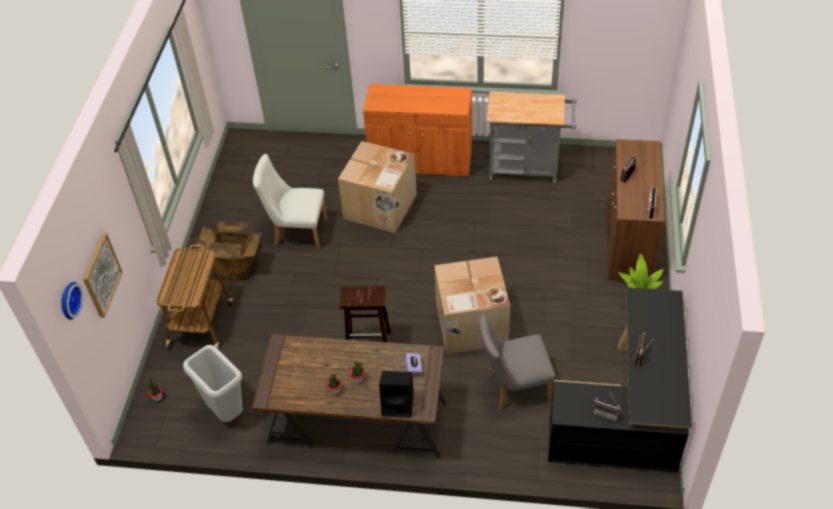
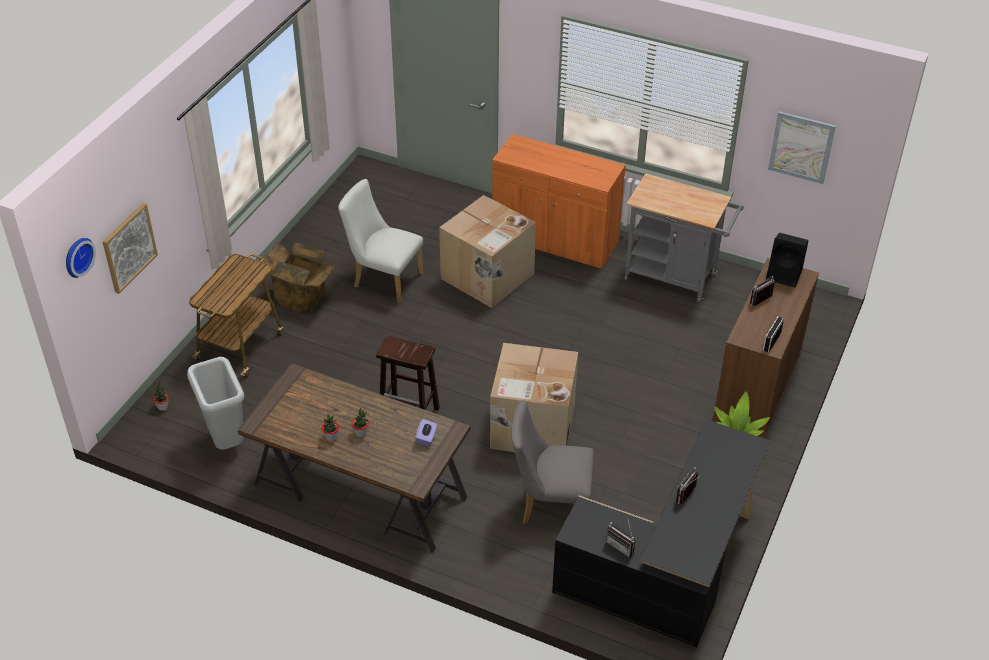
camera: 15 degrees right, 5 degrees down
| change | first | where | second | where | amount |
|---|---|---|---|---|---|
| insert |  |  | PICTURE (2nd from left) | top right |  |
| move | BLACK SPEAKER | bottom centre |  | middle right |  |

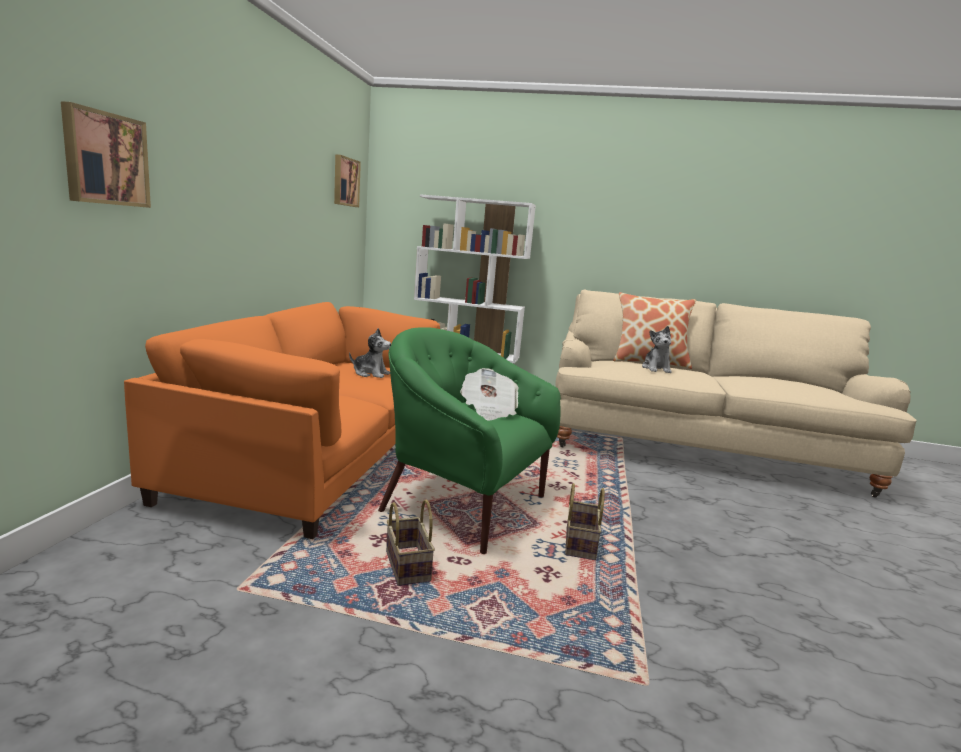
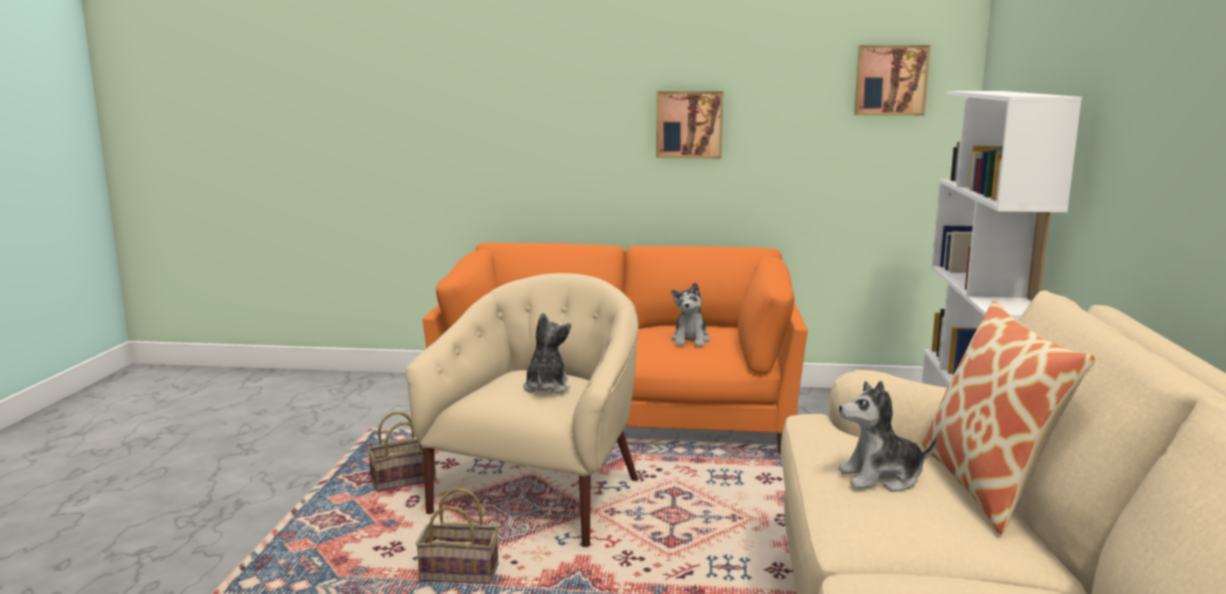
camera: 85 degrees right, 0 degrees up
| change | first | where | second | where | amount |
|---|---|---|---|---|---|
| move | PICTURE (1st from left) | top left |  | top centre |  |
| replace | NEWSPAPER | centre | PLUSH TOY (1st from left) | centre |  |
| recolor | GREEN ARMCHAIR | centre | BEIGE ARMCHAIR | bottom centre |  |

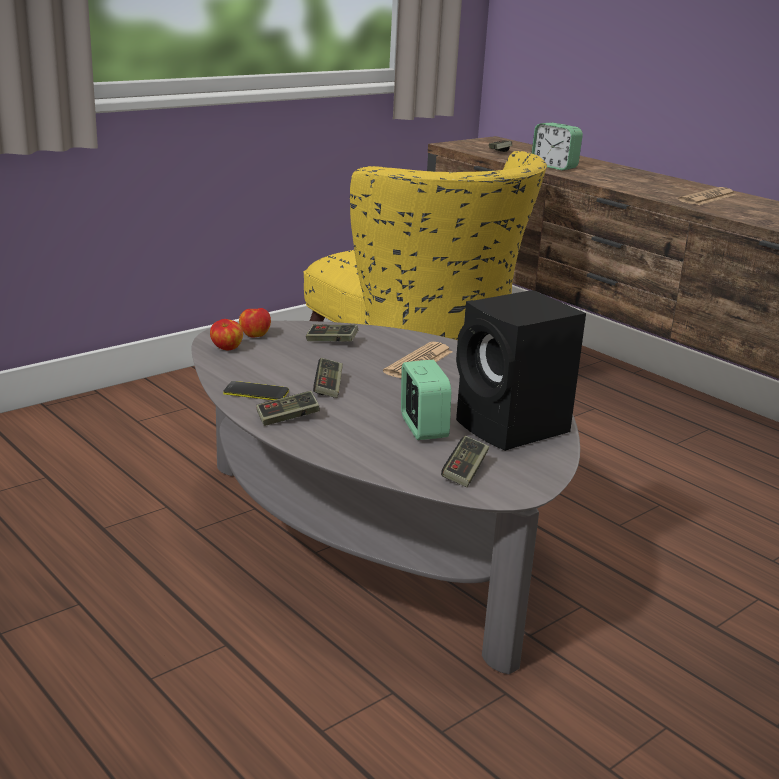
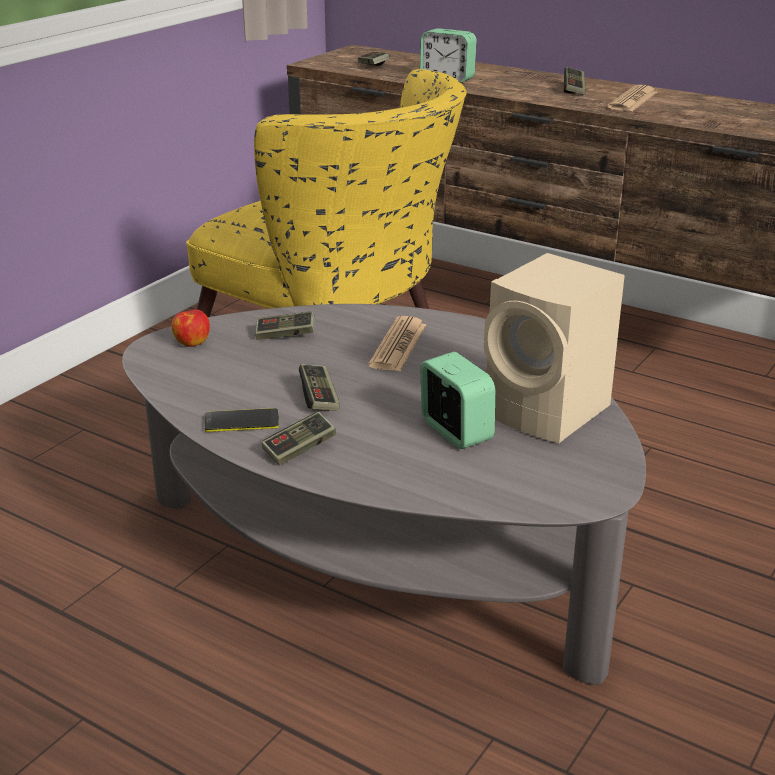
camera: 15 degrees left, 5 degrees up
| change | first | where | second | where | amount |
|---|---|---|---|---|---|
| delete | APPLE (1st from left) | middle left |  |  |  |
| move | GAME CONTROLLER (4th from left in the first image) | centre | GAME CONTROLLER (5th from left) | top right |  |
| recolor | BLACK SPEAKER | middle right | BEIGE SPEAKER | middle right |  |

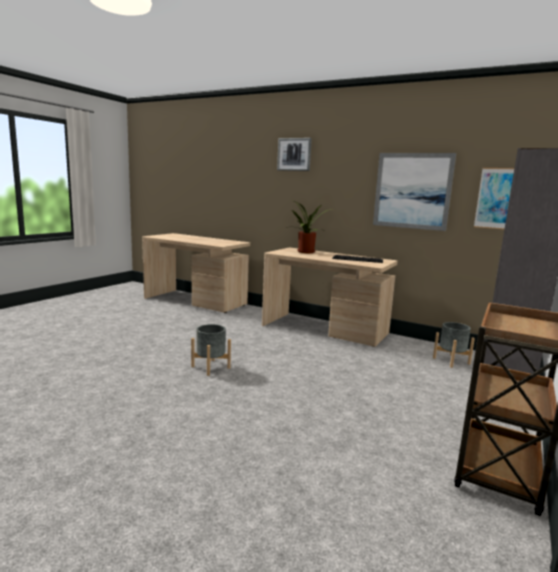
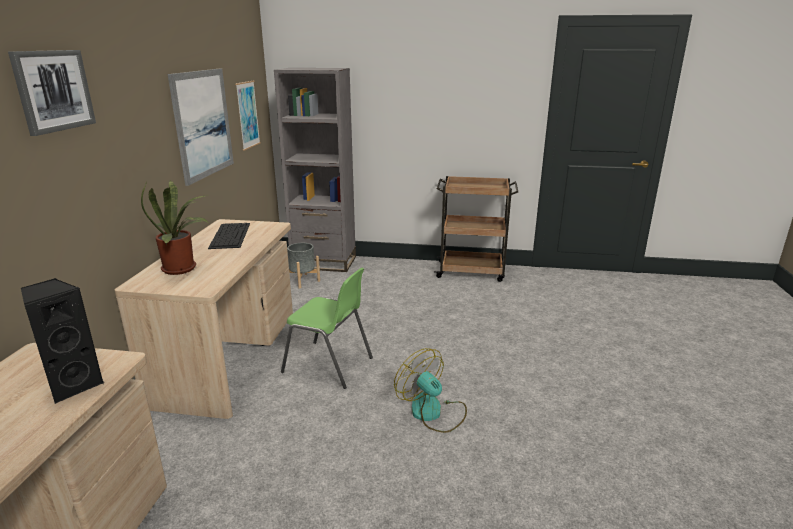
camera: 110 degrees left, 10 degrees up
| change | first | where | second | where | amount |
|---|---|---|---|---|---|
| insert |  |  | BLACK SPEAKER | middle left |  |
| insert |  |  | GREEN CHAIR | centre |  |
| replace | GREY PLANTER (1st from left) | centre | FAN | bottom centre |  |

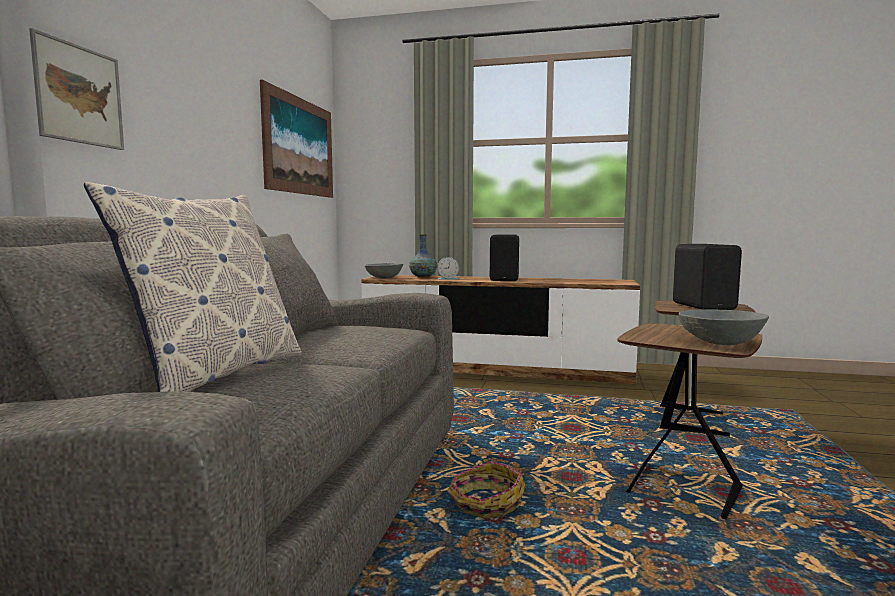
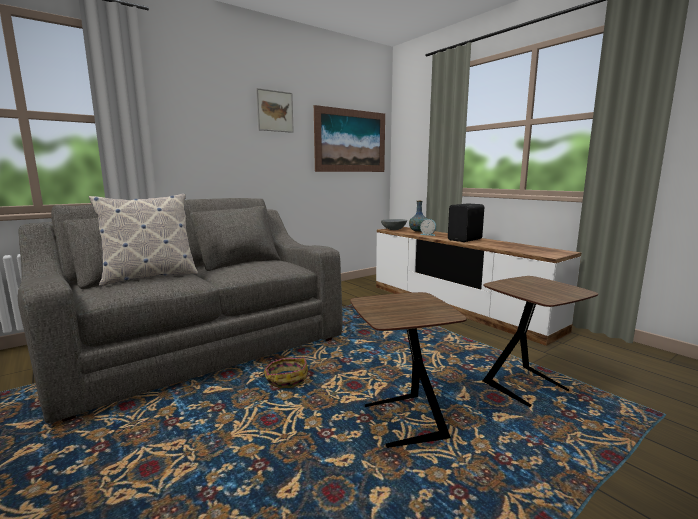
camera: 40 degrees right, 5 degrees up
| change | first | where | second | where | amount |
|---|---|---|---|---|---|
| delete | BLACK SPEAKER (2nd from left) | middle right |  |  |  |
| delete | GREY BOWL (2nd from left) | middle right |  |  |  |
| move | PICTURE (1st from left) | top left |  | top centre |  |

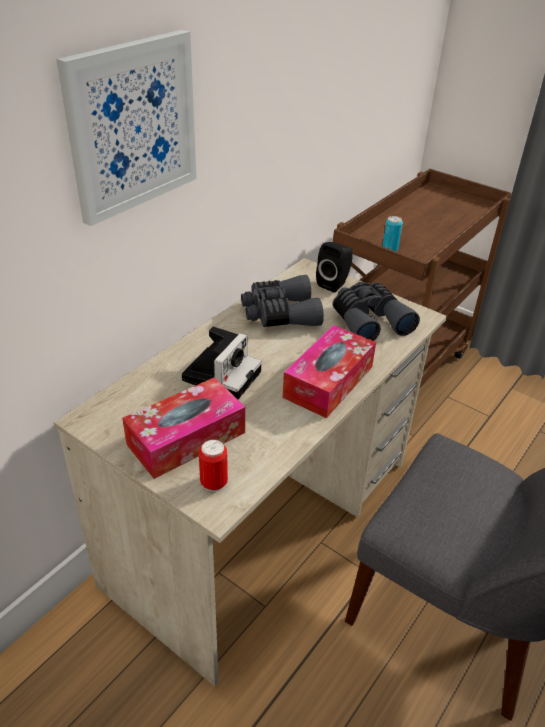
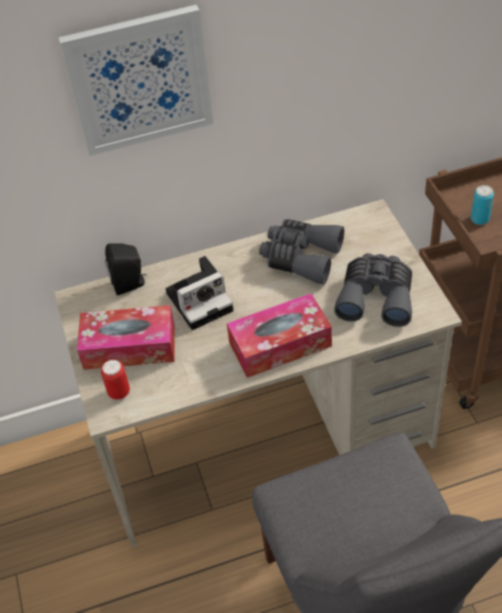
camera: 40 degrees right, 10 degrees up
| change | first | where | second | where | amount |
|---|---|---|---|---|---|
| move | BLACK SPEAKER | centre |  | middle left |  |

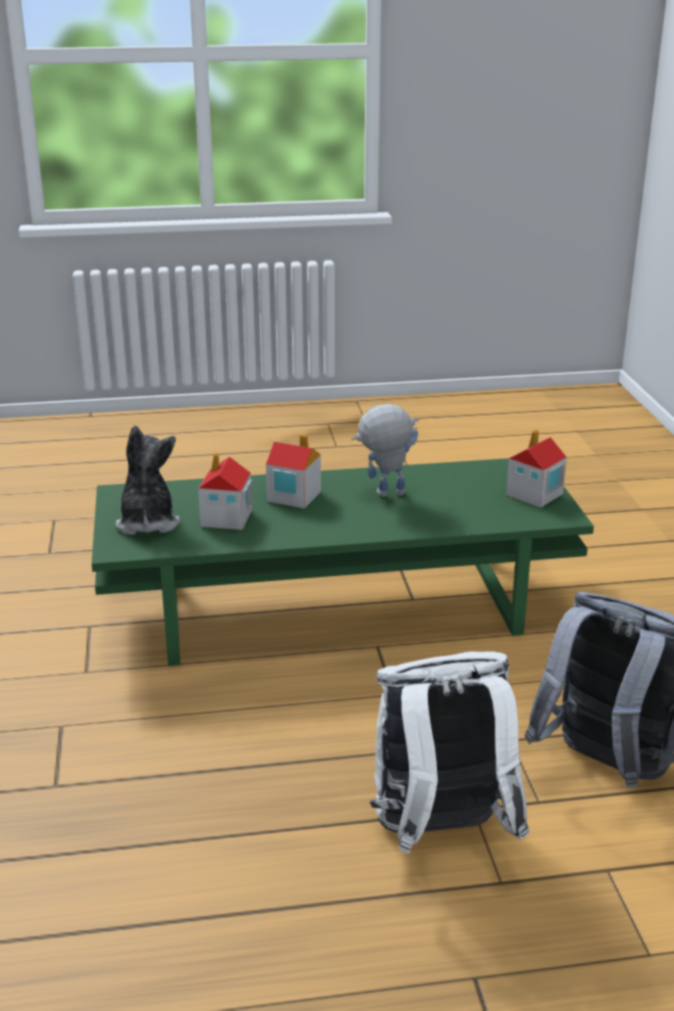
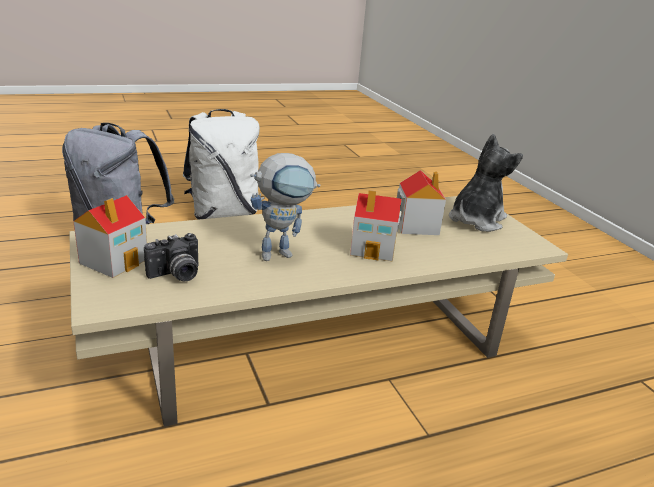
camera: 165 degrees right, 0 degrees up
| change | first | where | second | where | amount |
|---|---|---|---|---|---|
| insert |  |  | PHOTO CAMERA | middle left |  |
| recolor | GREEN COFFEE TABLE | centre | BEIGE COFFEE TABLE | centre |  |
| rotate | PLUSH TOY | middle left |  | middle right | 120 degrees counterclockwise |

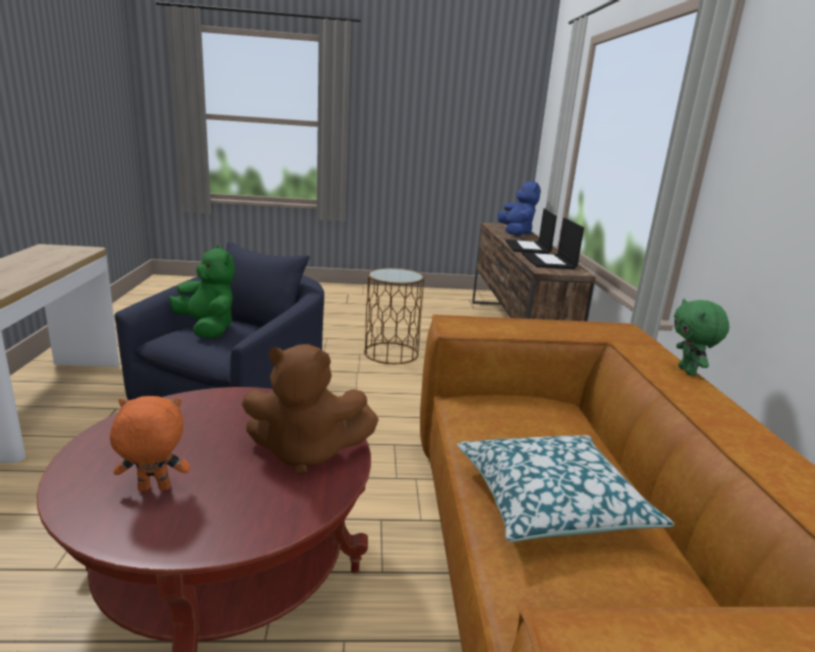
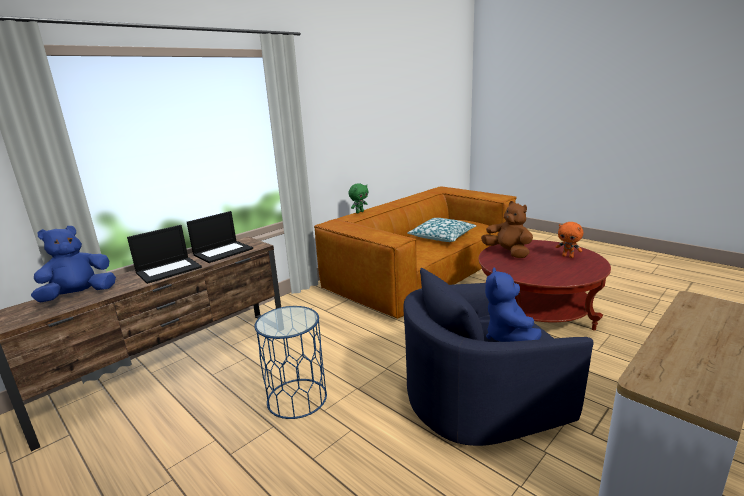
camera: 130 degrees left, 0 degrees up
| change | first | where | second | where | amount |
|---|---|---|---|---|---|
| recolor | GREEN PLUSH TOY (1st from left) | middle left | BLUE PLUSH TOY (2nd from left) | middle right |  |
| recolor | BROWN SIDE TABLE | centre | BLUE SIDE TABLE | bottom centre |  |

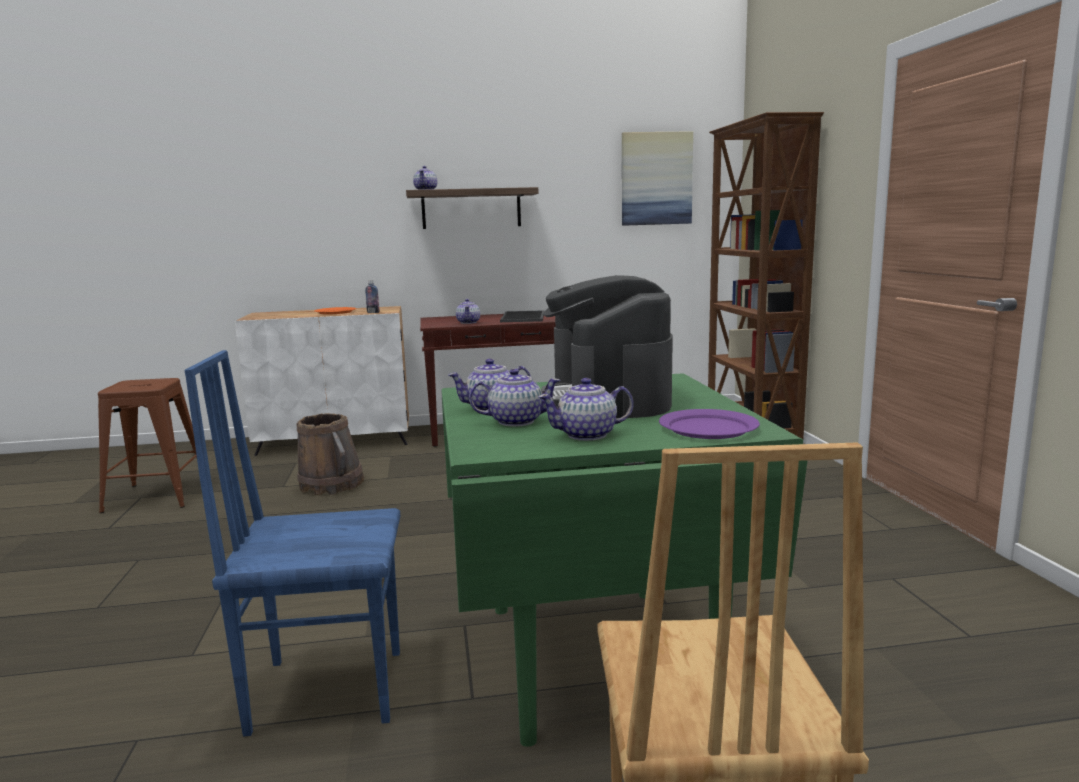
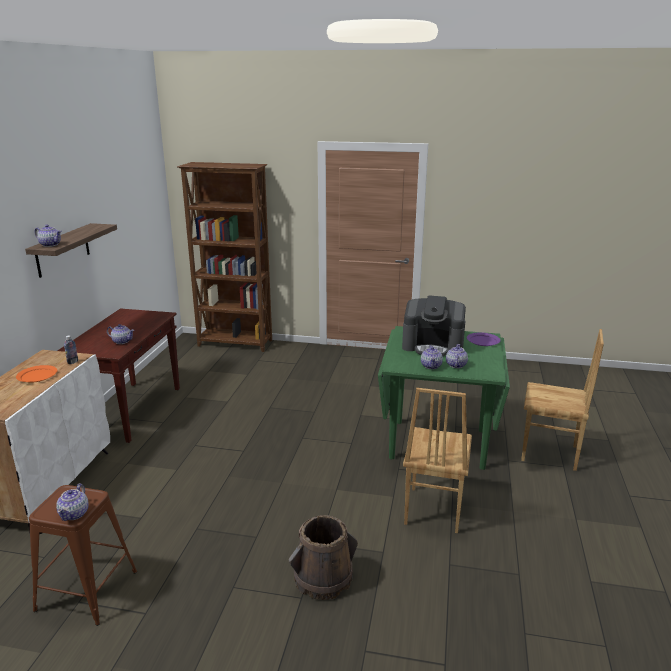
camera: 70 degrees left, 10 degrees up
| change | first | where | second | where | amount |
|---|---|---|---|---|---|
| delete | TRAY | centre |  |  |  |
| delete | PICTURE | top centre |  |  |  |
| move | BROWN BUCKET | middle left |  | bottom centre |  |
| move | TEAPOT (5th from left in the first image) | centre | TEAPOT (2nd from left) | bottom left |  |
| recolor | BLUE CHAIR | bottom left | BROWN CHAIR (1st from left) | bottom centre |  |

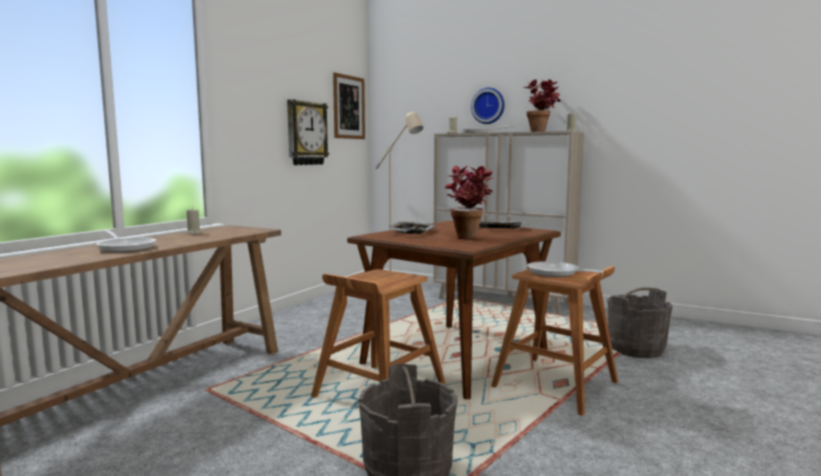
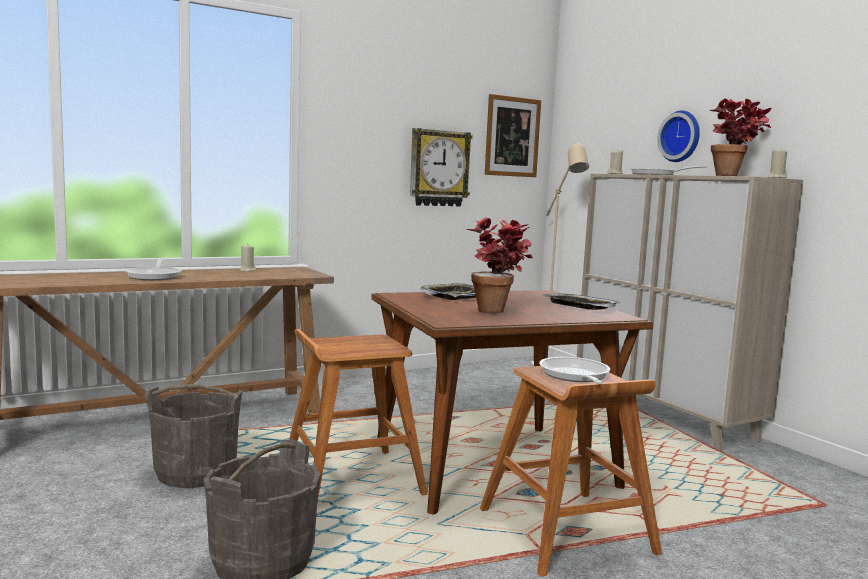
camera: 30 degrees right, 0 degrees up
| change | first | where | second | where | amount |
|---|---|---|---|---|---|
| move | GREY BUCKET (2nd from left in the first image) | bottom right | GREY BUCKET (1st from left) | bottom left |  |

